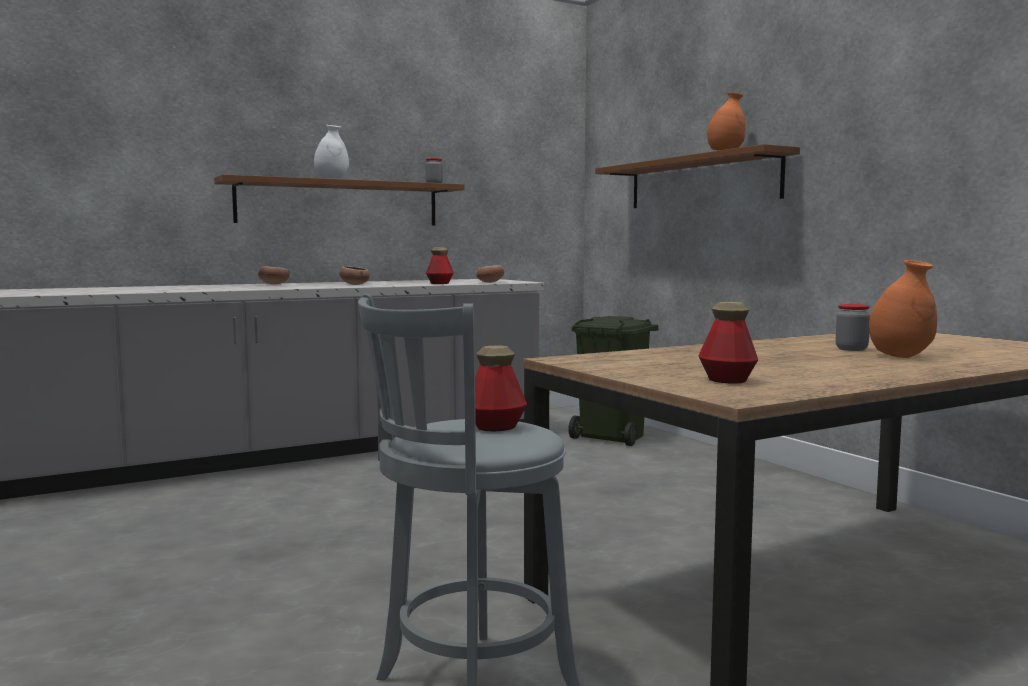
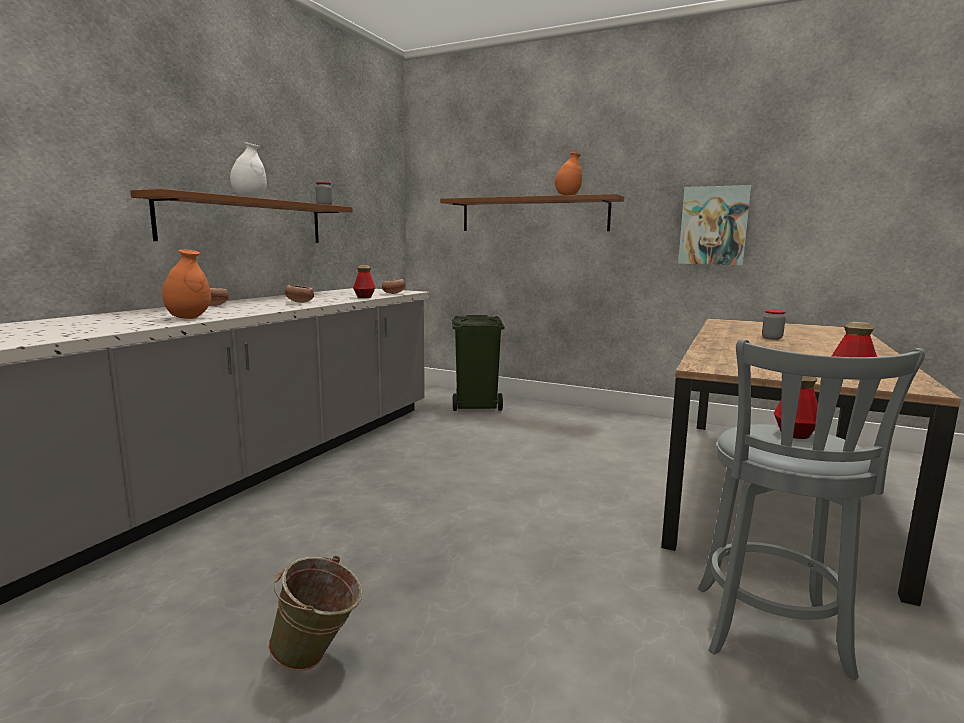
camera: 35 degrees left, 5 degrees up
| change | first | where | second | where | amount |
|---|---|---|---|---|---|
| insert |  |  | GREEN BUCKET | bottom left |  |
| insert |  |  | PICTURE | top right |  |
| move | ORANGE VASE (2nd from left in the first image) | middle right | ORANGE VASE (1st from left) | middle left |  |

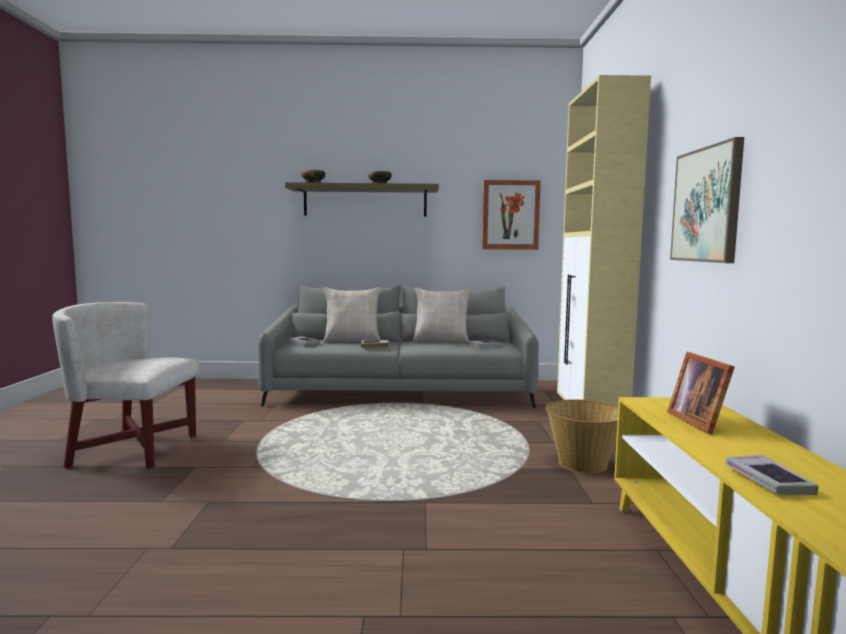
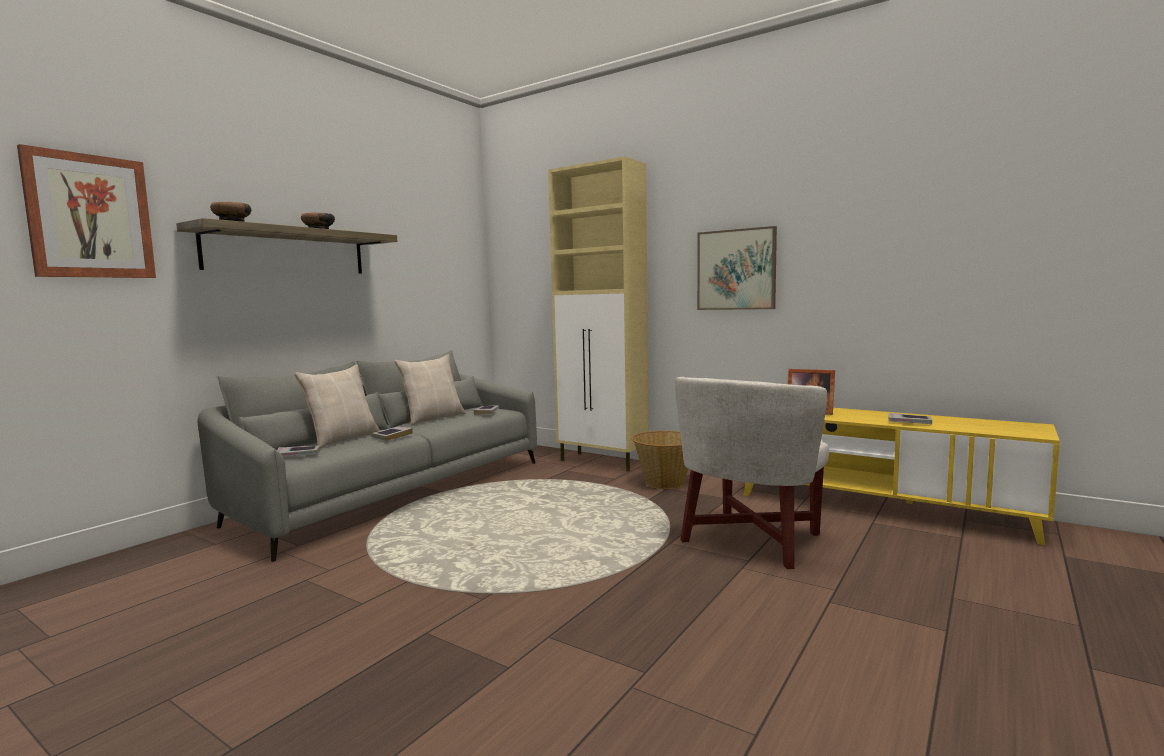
camera: 55 degrees left, 0 degrees up
| change | first | where | second | where | amount |
|---|---|---|---|---|---|
| move | WHITE ARMCHAIR | middle left |  | centre |  |
| move | PICTURE (1st from left) | centre |  | top left |  |

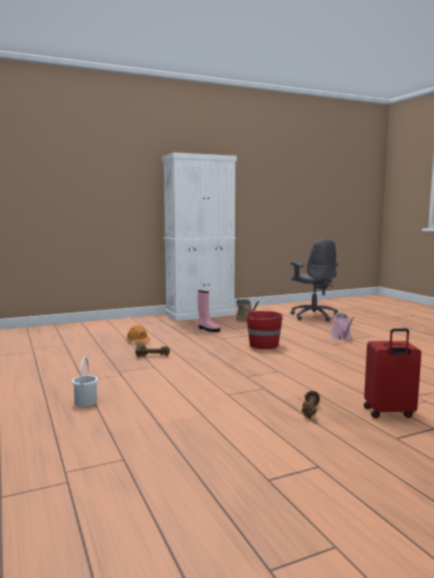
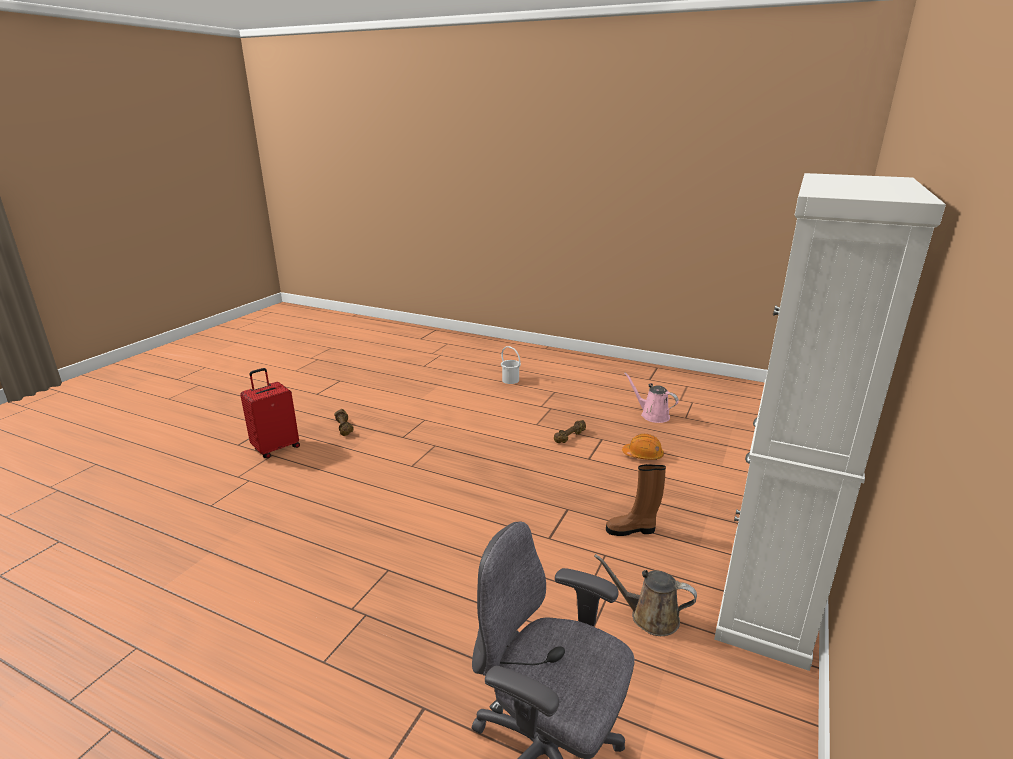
camera: 140 degrees right, 15 degrees up
| change | first | where | second | where | amount |
|---|---|---|---|---|---|
| delete | RED BUCKET | centre |  |  |  |
| move | PINK WATERING CAN | middle right |  | centre |  |
| recolor | PINK BOOT | centre | BROWN BOOT | centre |  |

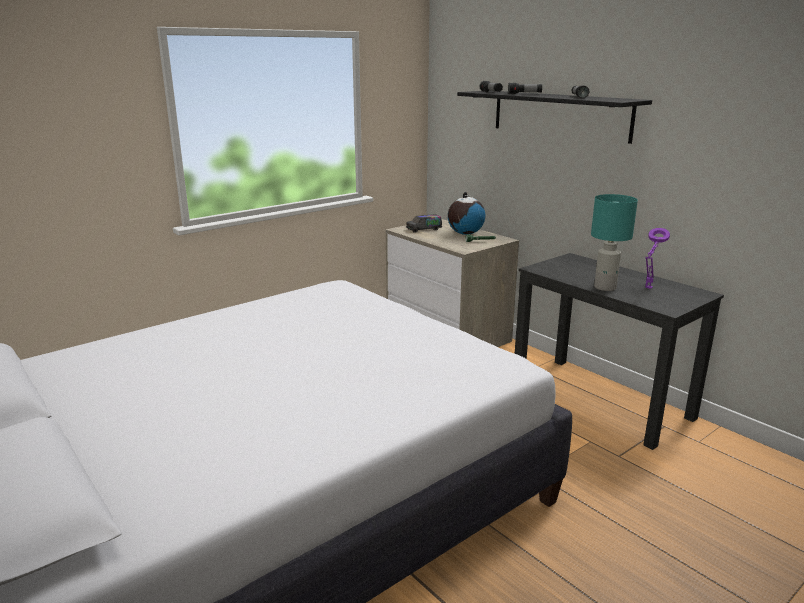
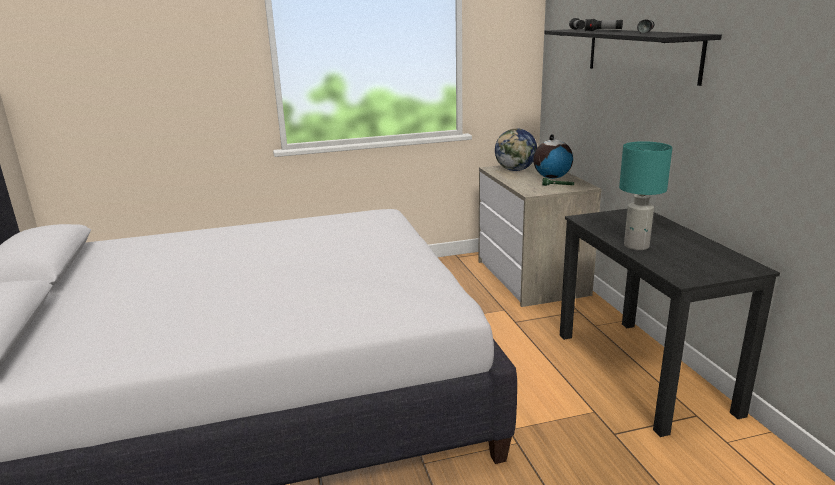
camera: 25 degrees right, 0 degrees up
| change | first | where | second | where | amount |
|---|---|---|---|---|---|
| delete | PURPLE TABLE LAMP | middle right |  |  |  |
| replace | TOY TRUCK | centre | GLOBE (1st from left) | top centre |  |

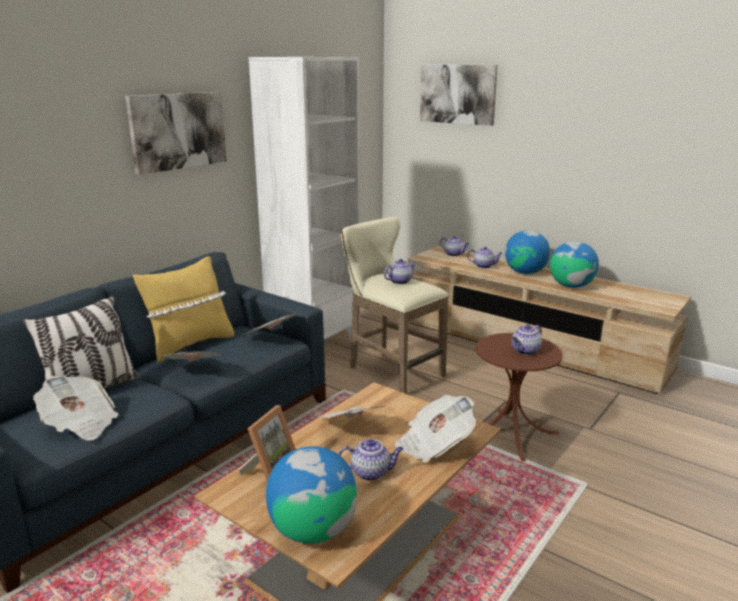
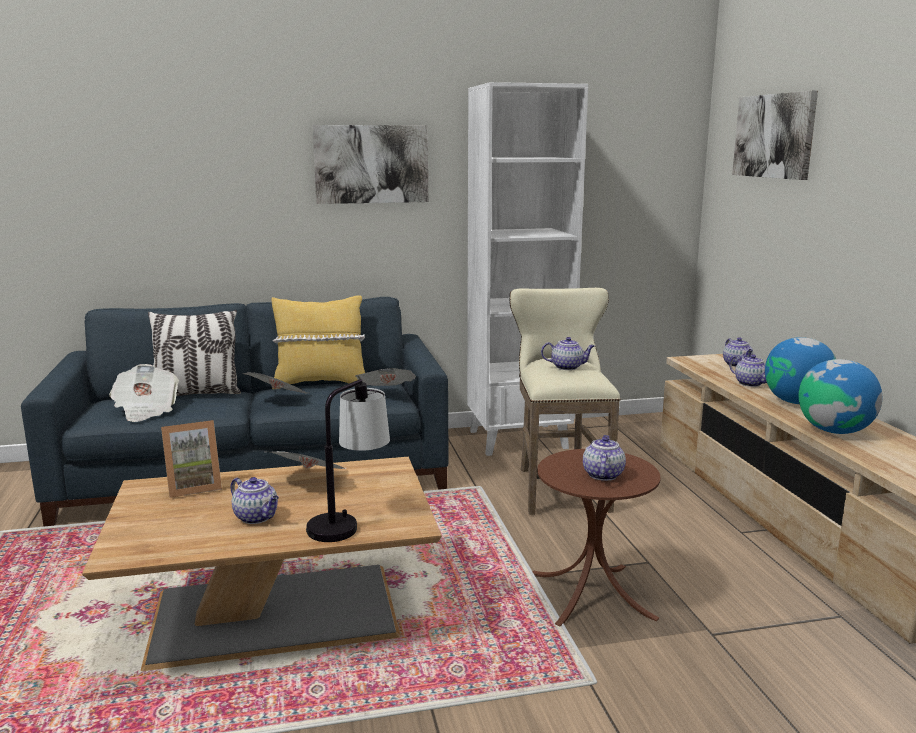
camera: 40 degrees right, 5 degrees down
| change | first | where | second | where | amount |
|---|---|---|---|---|---|
| delete | GLOBE (1st from left) | bottom centre |  |  |  |
| replace | NEWSPAPER (5th from left) | bottom centre | TABLE LAMP | centre |  |
| rotate | TEAPOT (5th from left in the first image) | middle right | TEAPOT (3rd from left) | centre | 105 degrees clockwise |

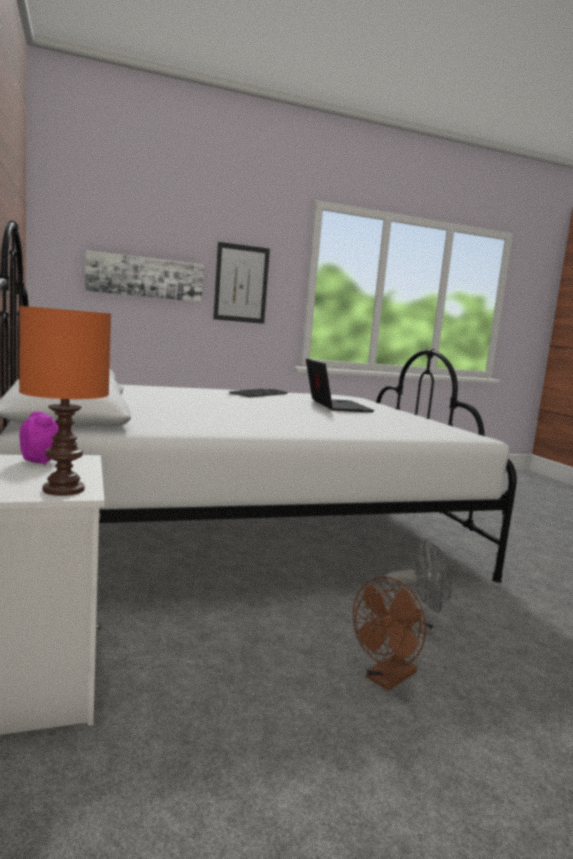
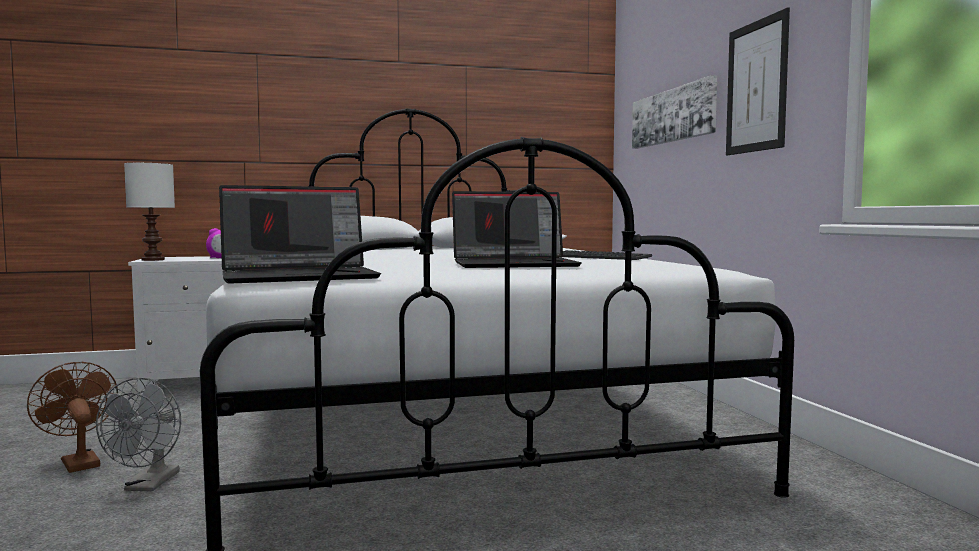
camera: 95 degrees right, 5 degrees down
| change | first | where | second | where | amount |
|---|---|---|---|---|---|
| insert |  |  | LAPTOP (1st from left) | middle left |  |
| recolor | ORANGE TABLE LAMP | middle left | WHITE TABLE LAMP | middle left |  |

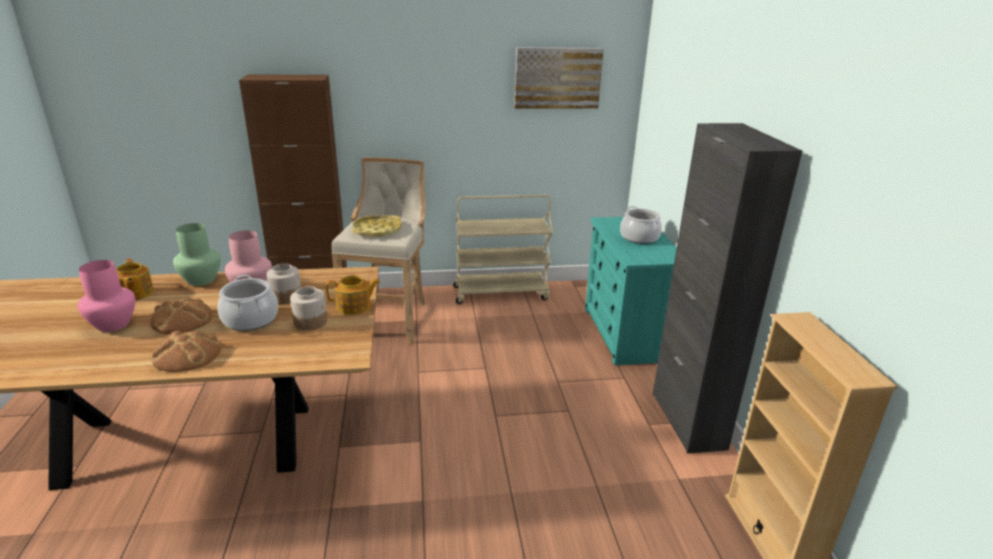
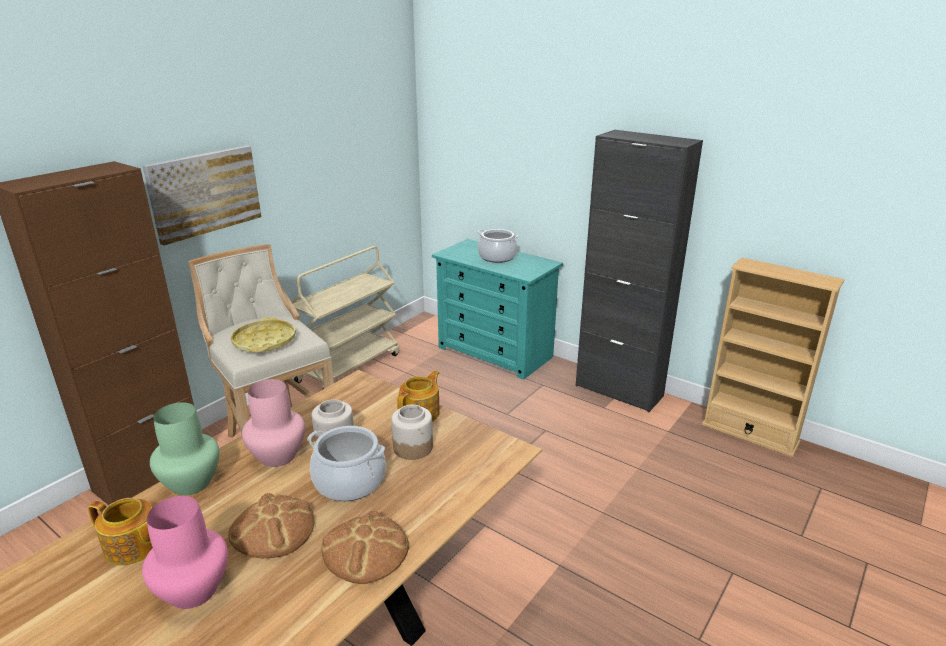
camera: 45 degrees left, 0 degrees up
| change | first | where | second | where | amount |
|---|---|---|---|---|---|
| move | PICTURE | top centre |  | top left |  |

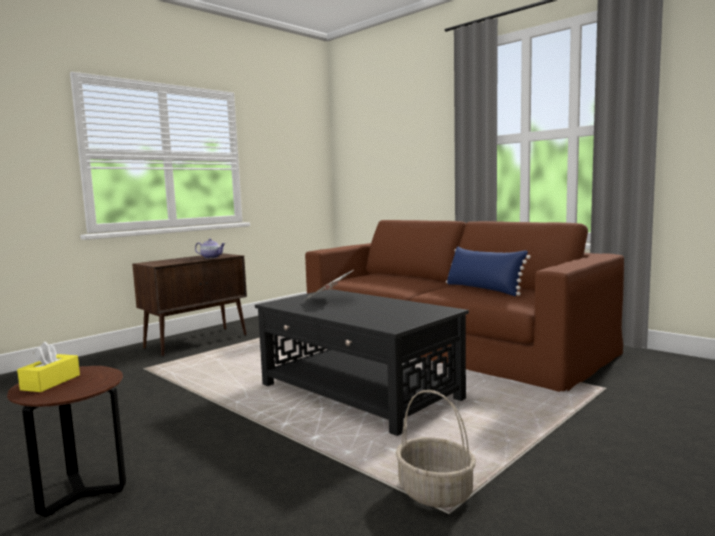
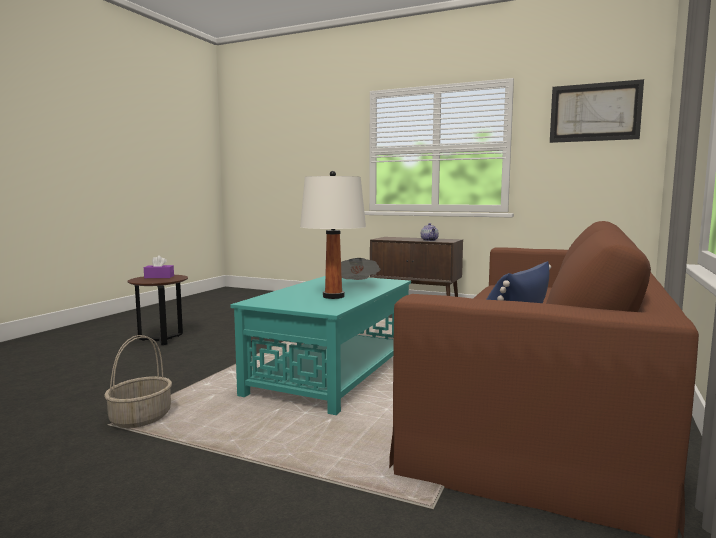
camera: 70 degrees right, 0 degrees up
| change | first | where | second | where | amount |
|---|---|---|---|---|---|
| insert |  |  | WHITE TABLE LAMP | centre |  |
| insert |  |  | PICTURE | top right |  |
| recolor | YELLOW TISSUE BOX | bottom left | PURPLE TISSUE BOX | middle left |  |
| recolor | BLACK COFFEE TABLE | bottom centre | TURQUOISE COFFEE TABLE | centre |  |

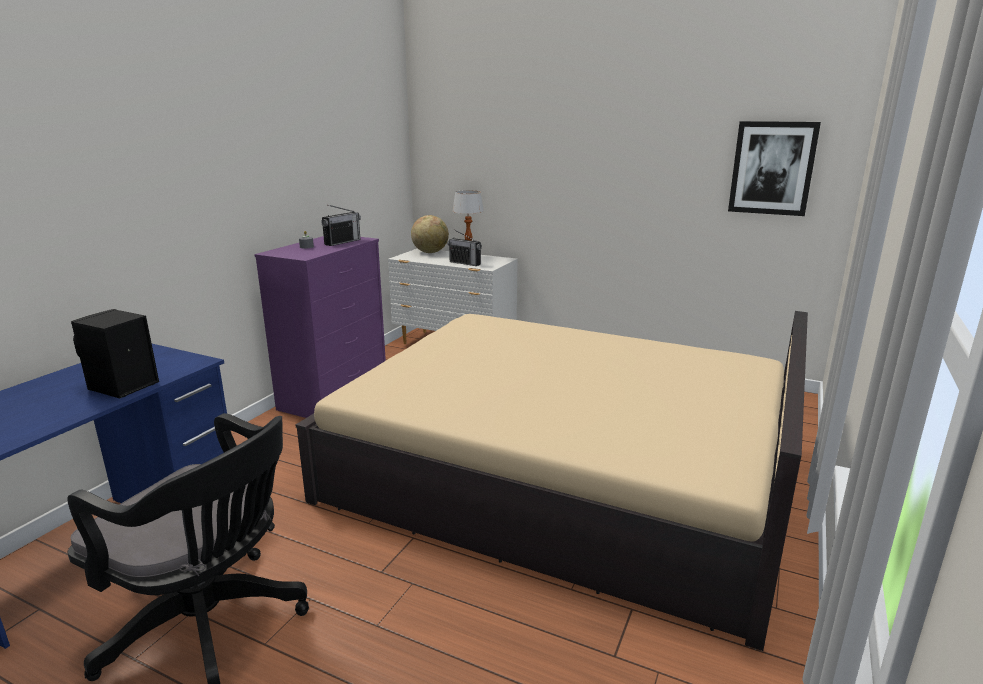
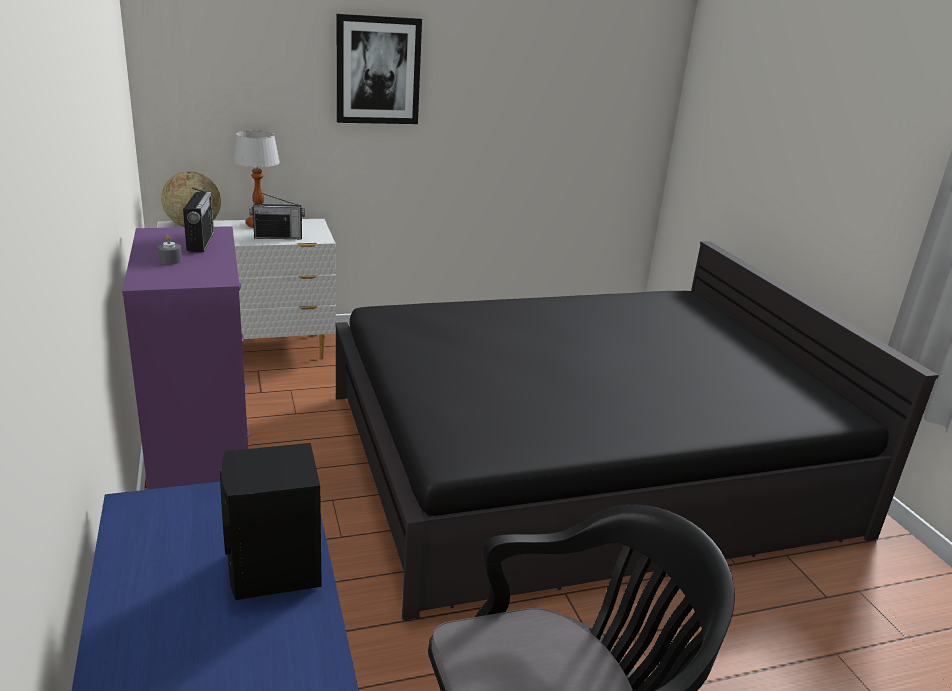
camera: 45 degrees left, 5 degrees up
| change | first | where | second | where | amount |
|---|---|---|---|---|---|
| move | PICTURE | top right |  | top centre |  |
| recolor | BEIGE BED | bottom centre | BLACK BED | middle right |  |

